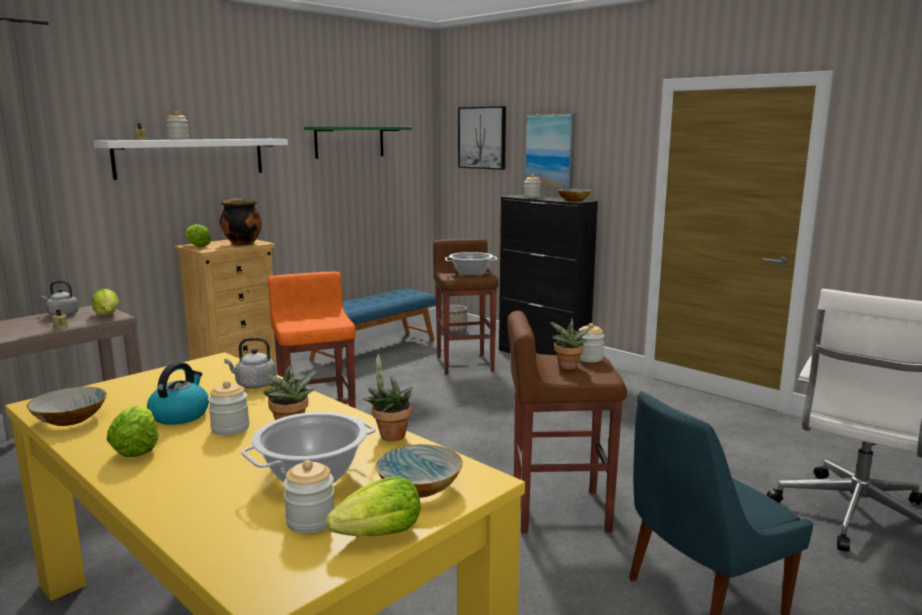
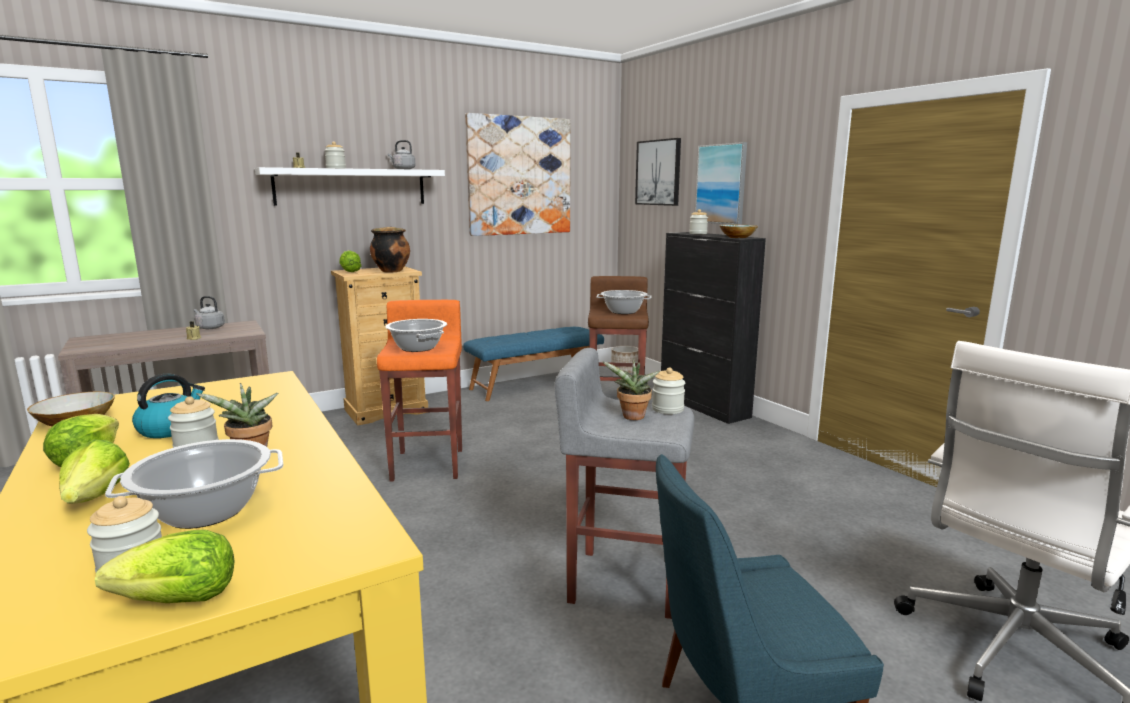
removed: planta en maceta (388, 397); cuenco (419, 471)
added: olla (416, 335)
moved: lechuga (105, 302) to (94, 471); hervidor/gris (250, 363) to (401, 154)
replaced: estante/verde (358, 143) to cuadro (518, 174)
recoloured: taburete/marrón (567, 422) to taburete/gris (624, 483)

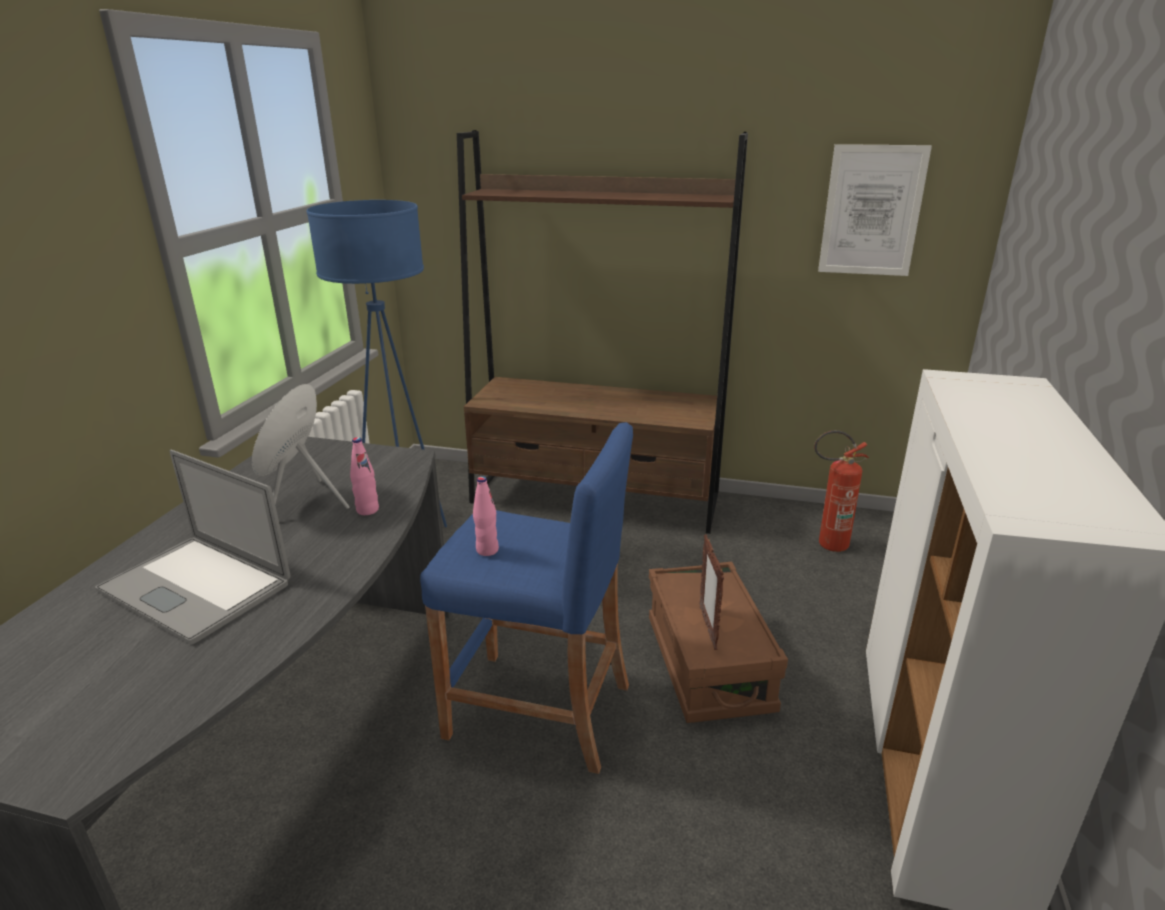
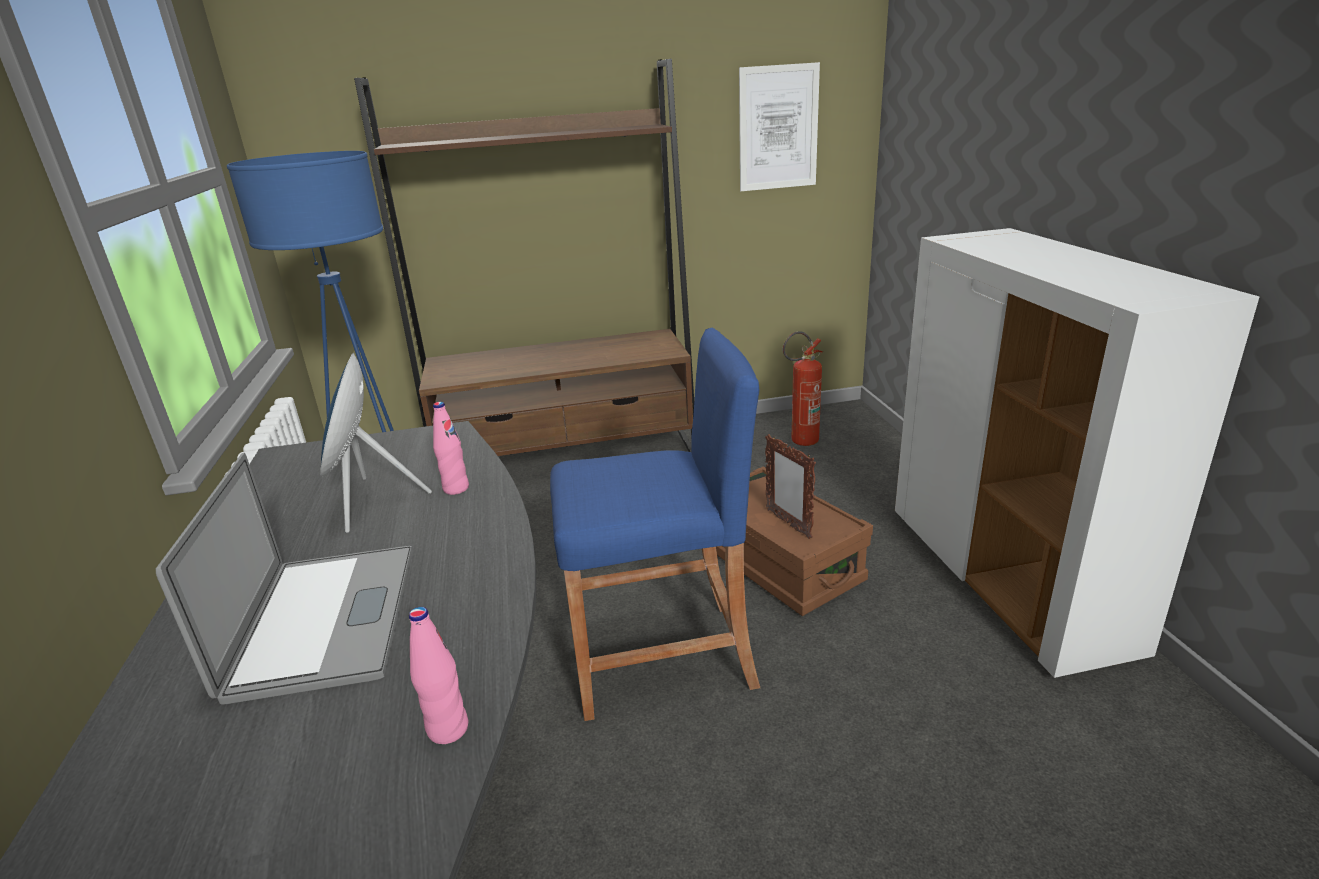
moved: botella/rosa (486, 516) to (438, 675)
turned: portátil (192, 547) = (284, 579) 105 degrees counterclockwise

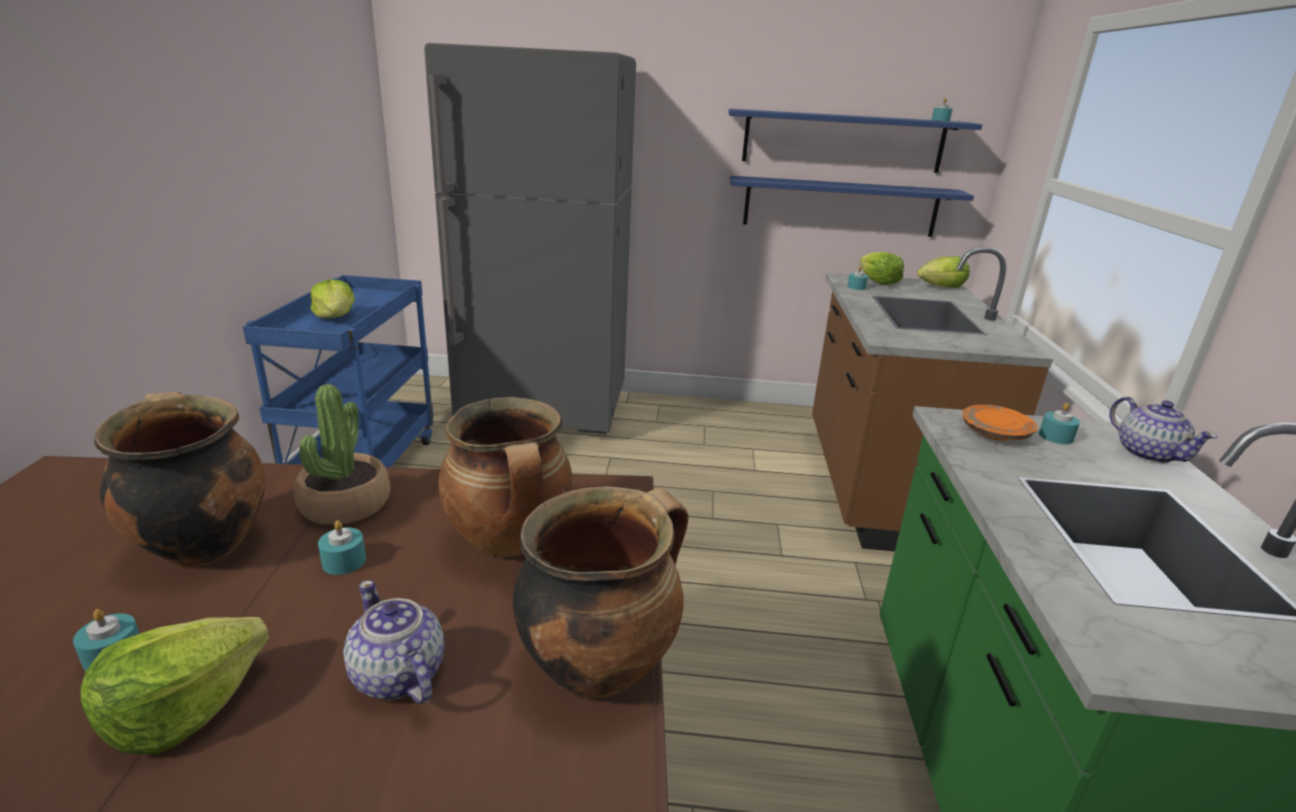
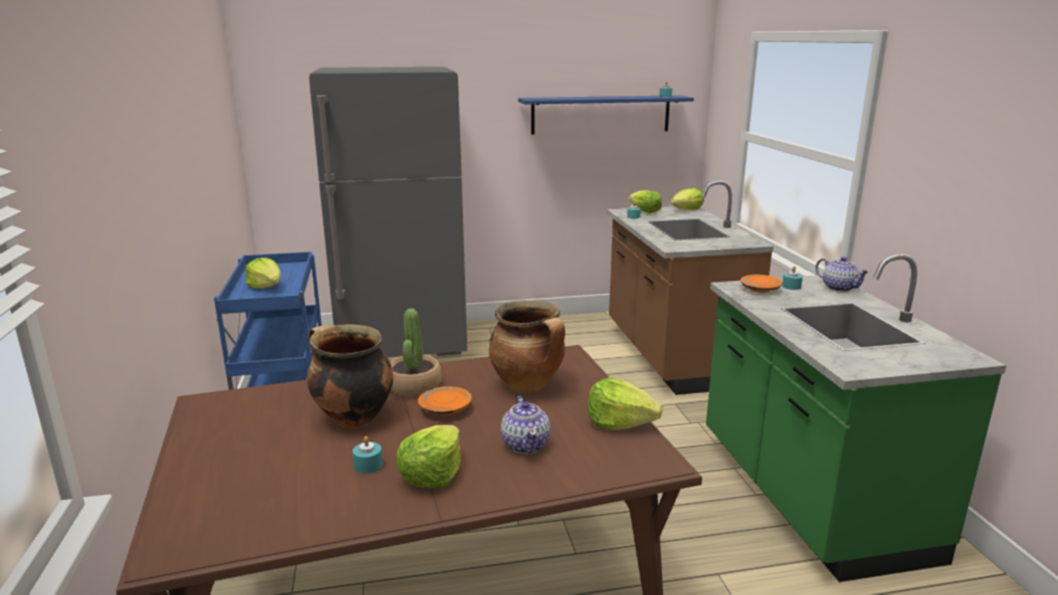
removed: estante/azul (852, 206)
replaced: vela/turquesa (342, 547) to plato/naranja (445, 400); olla (600, 592) to lechuga (625, 403)
turned: tetera (393, 642) = (526, 425) 135 degrees counterclockwise

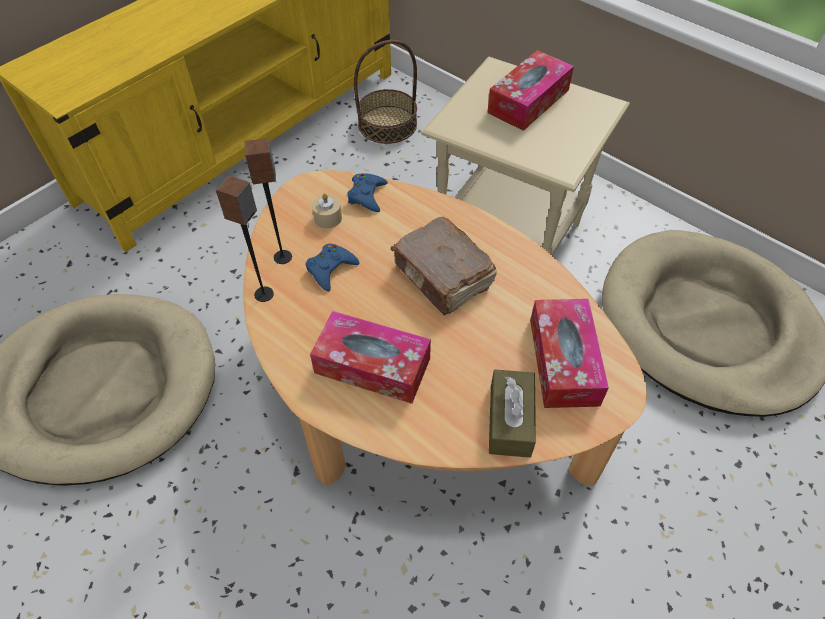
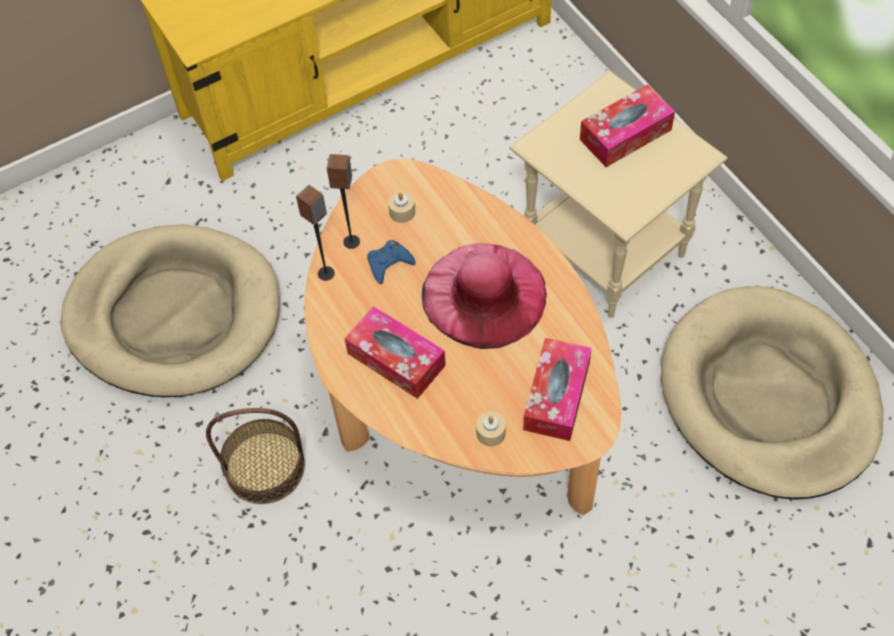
removed: mando de consola/azul (367, 192)
moved: cesta (385, 92) to (255, 456)
replaced: libro/marrón (444, 266) to sombrero/rosa (484, 296); caja de pañuelos/marrón (512, 413) to vela/beis (491, 428)

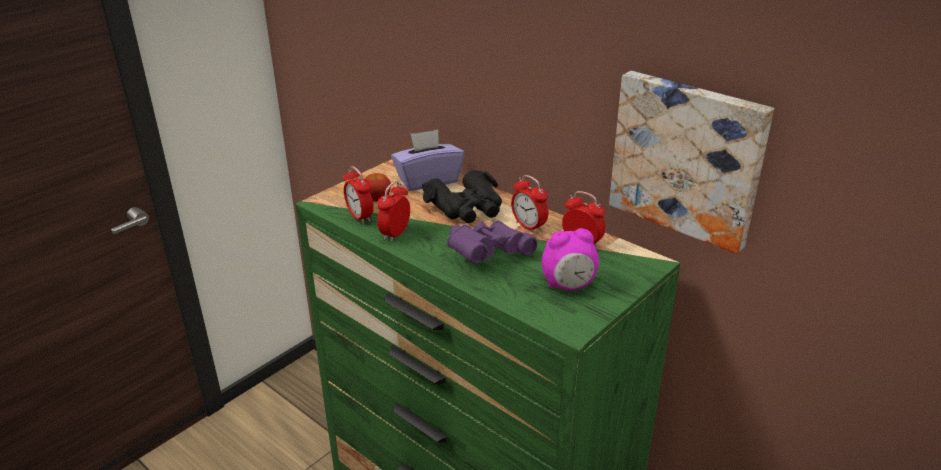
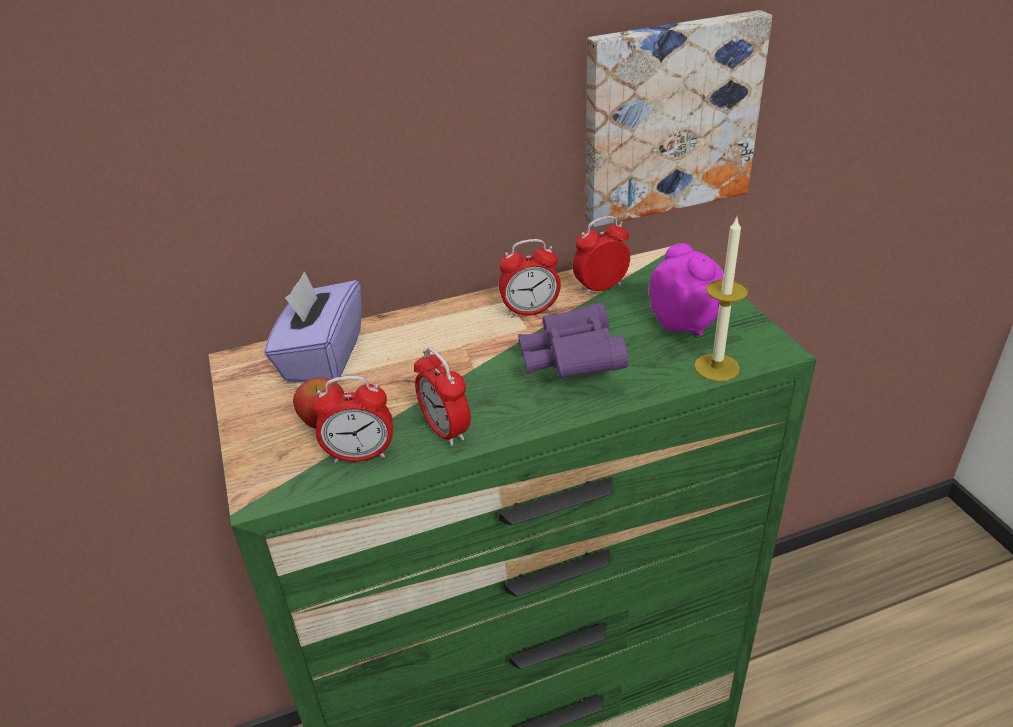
removed: prismáticos/negro (462, 196)
added: vela (721, 298)
turned: despertador (570, 259) = (686, 290) 45 degrees counterclockwise

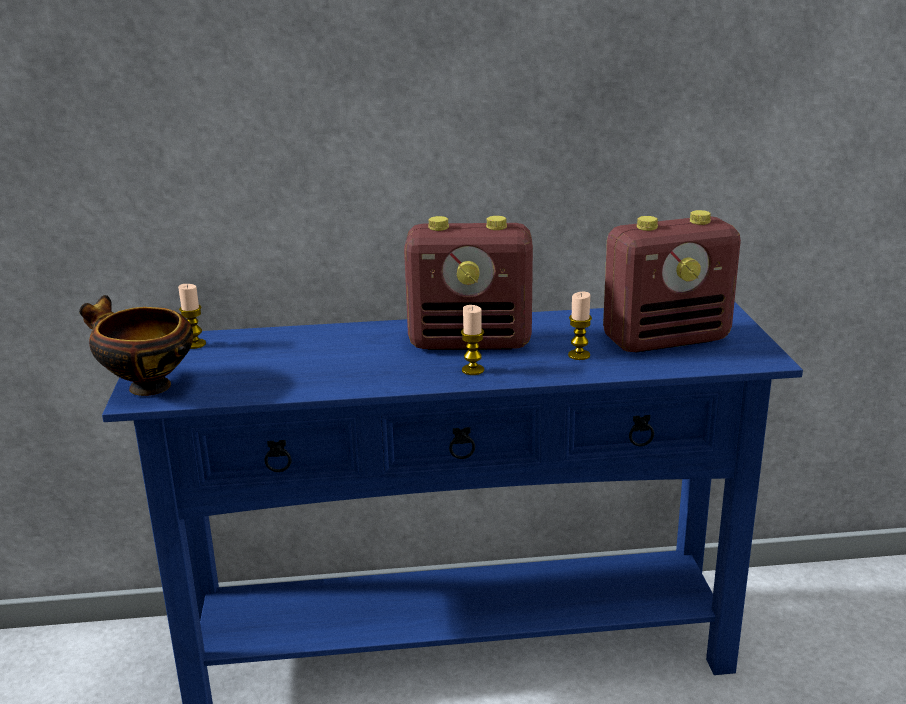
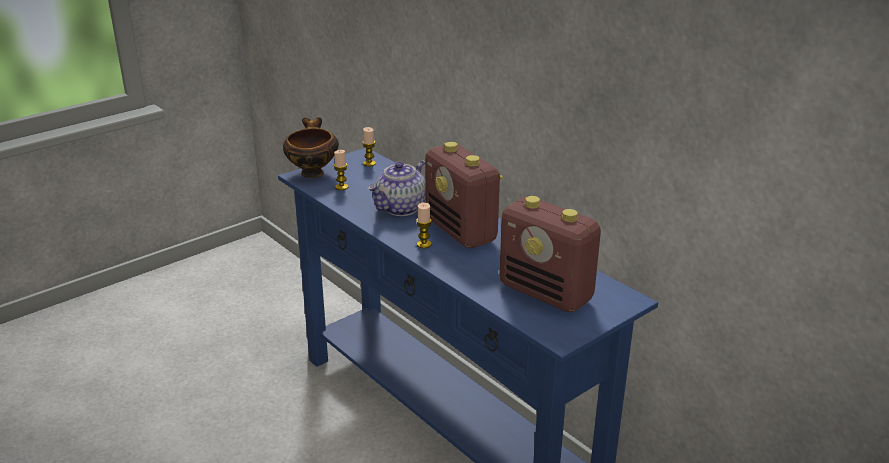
added: tetera (396, 188)
moved: vela (580, 326) to (341, 170)

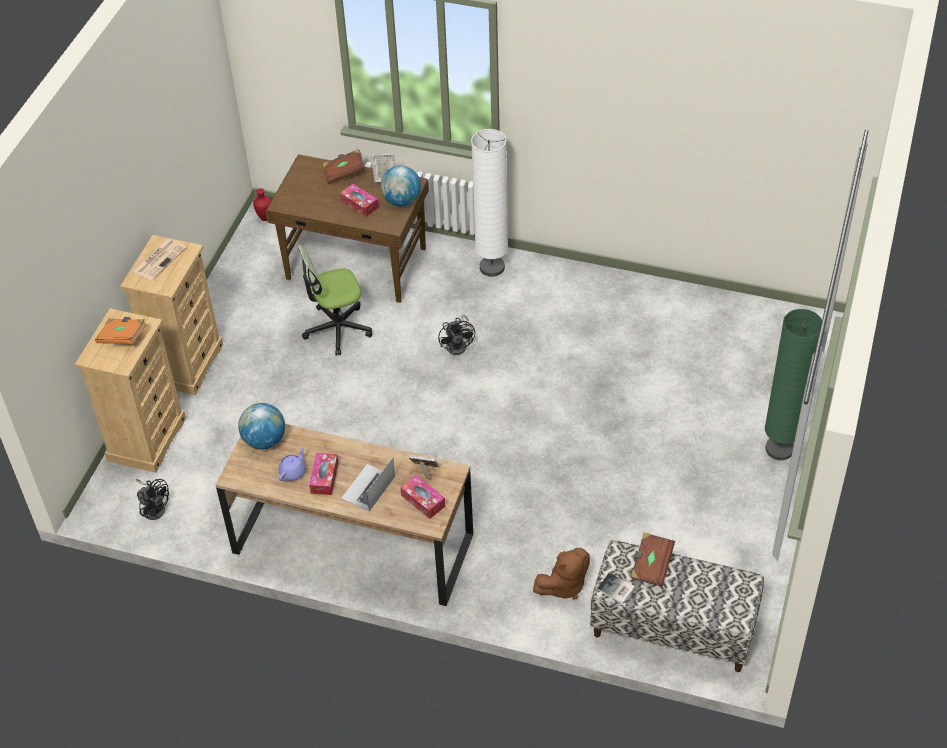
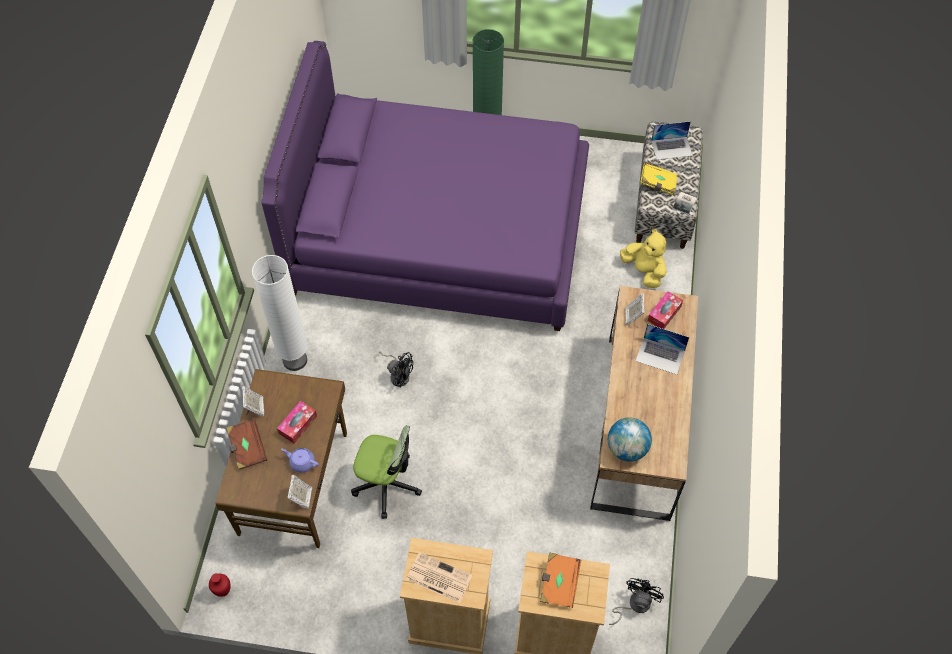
removed: caja de pañuelos (324, 474); globo terráqueo (401, 186)
added: cama/morado (425, 186); portarretratos (300, 492); portátil (672, 140)
moved: tetera/morado (292, 463) to (300, 460)
recoloured: peluche/marrón (561, 574) to peluche/amarillo (643, 258); libro/marrón (653, 559) to libro/amarillo (659, 178)
turned: silla de oficina (334, 300) = (386, 472) 45 degrees counterclockwise; ventilador/negro (456, 335) = (396, 369) 45 degrees clockwise

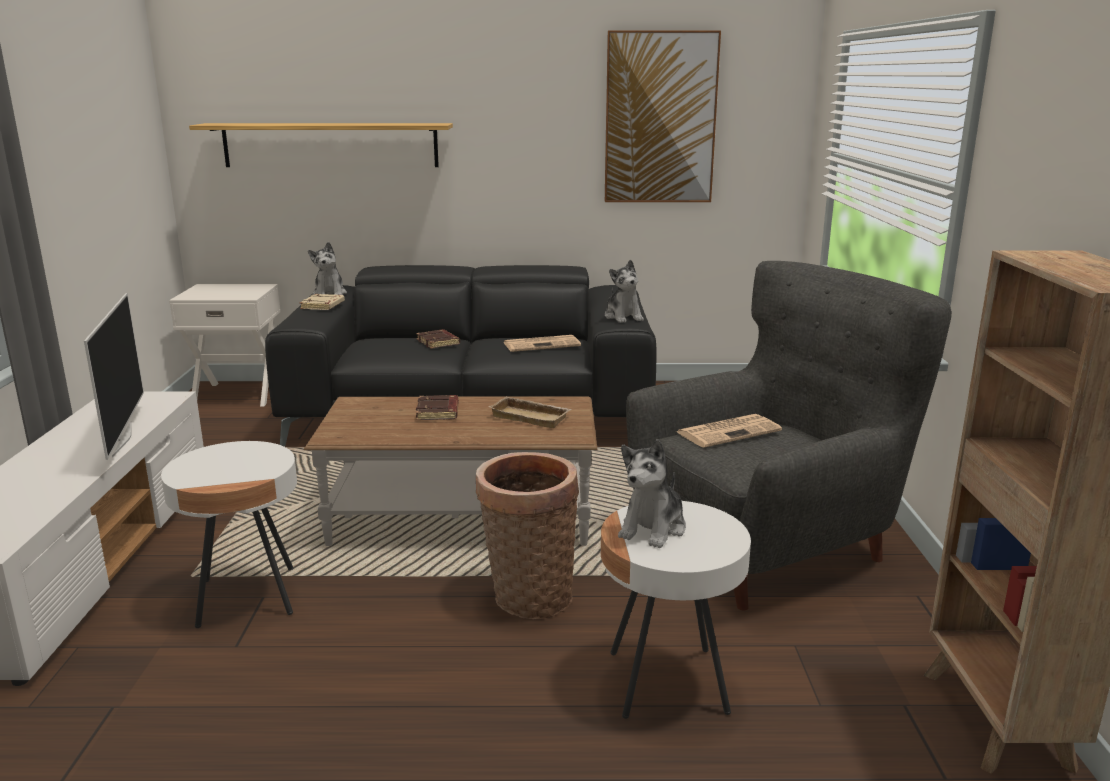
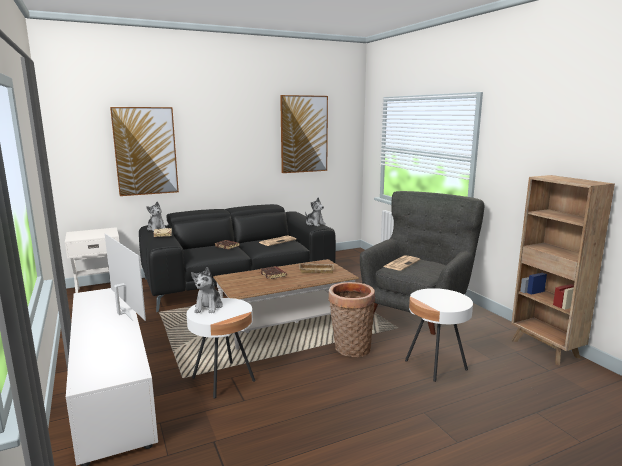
moved: peluche (652, 493) to (207, 290)
replaced: estante (321, 145) to cuadro (144, 151)

